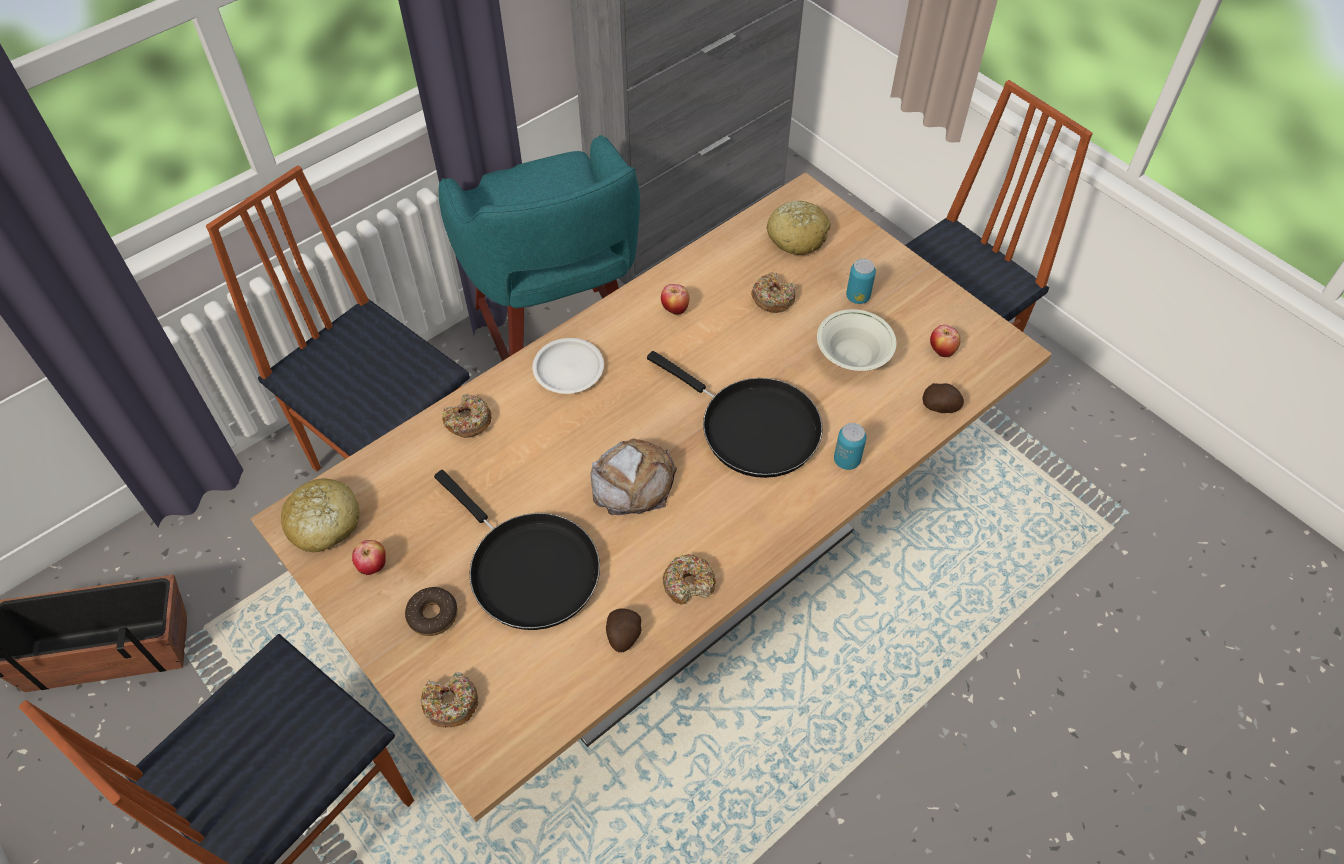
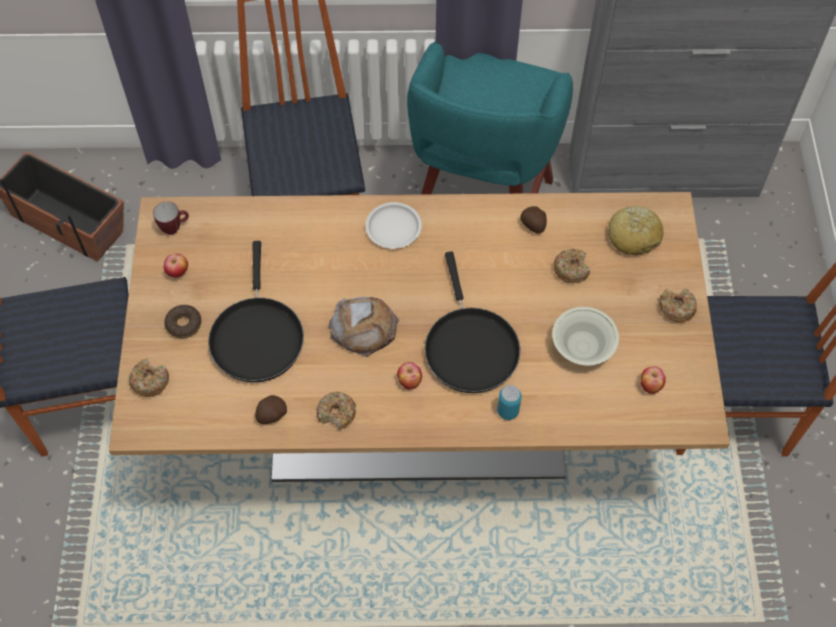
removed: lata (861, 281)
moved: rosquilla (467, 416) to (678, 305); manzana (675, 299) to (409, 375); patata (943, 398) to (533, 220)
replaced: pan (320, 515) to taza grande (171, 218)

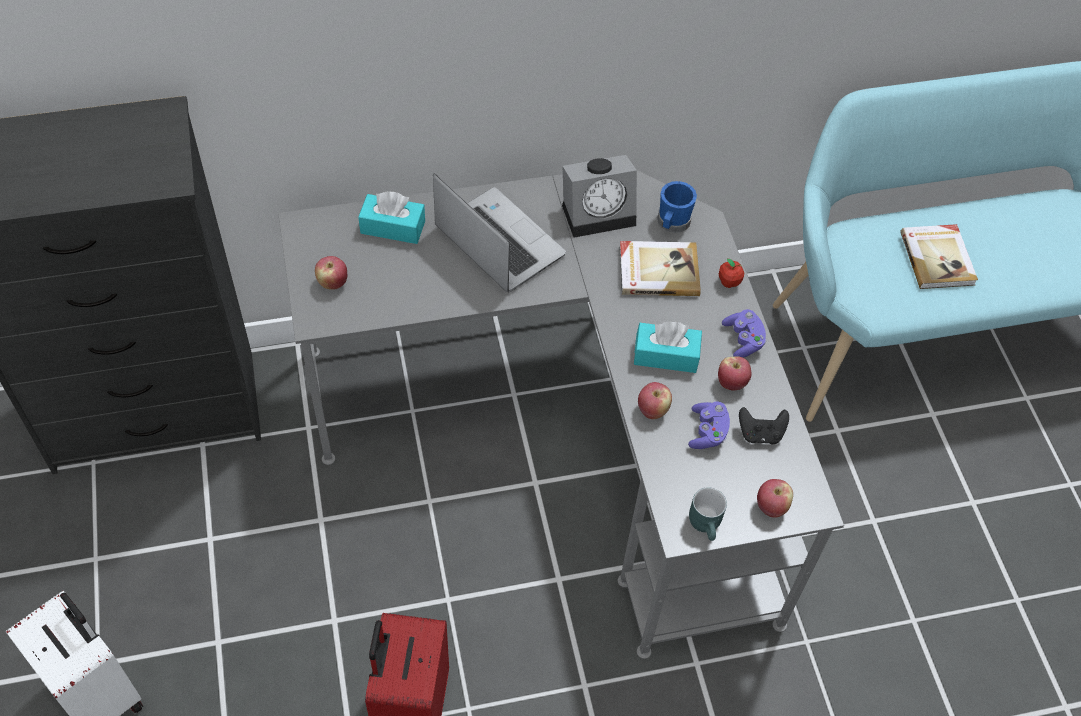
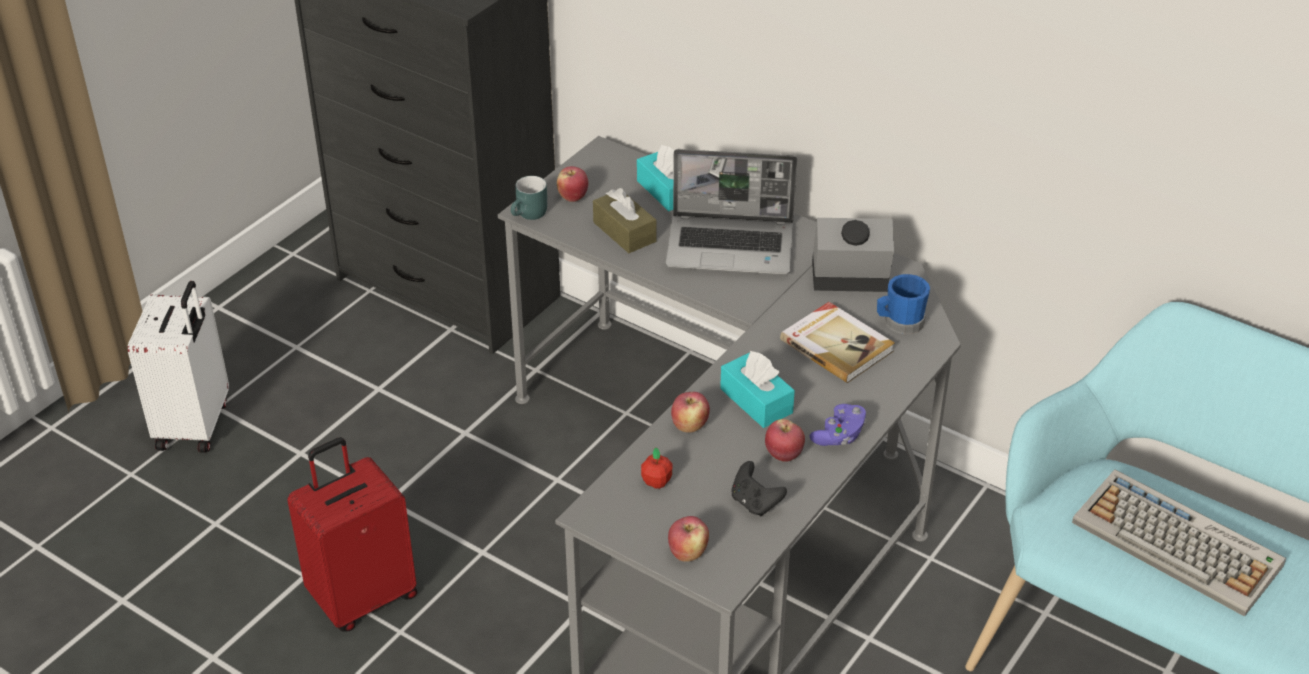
removed: mando de consola/morado (709, 425)
added: caja de pañuelos/marrón (624, 220)
moved: taza grande/turquesa (708, 514) to (529, 198); manzana (732, 273) to (656, 468)
replaced: libro (939, 256) to teclado (1179, 543)
turned: portátil (499, 233) = (731, 211) 90 degrees clockwise; despertador (599, 196) = (853, 255) 150 degrees clockwise

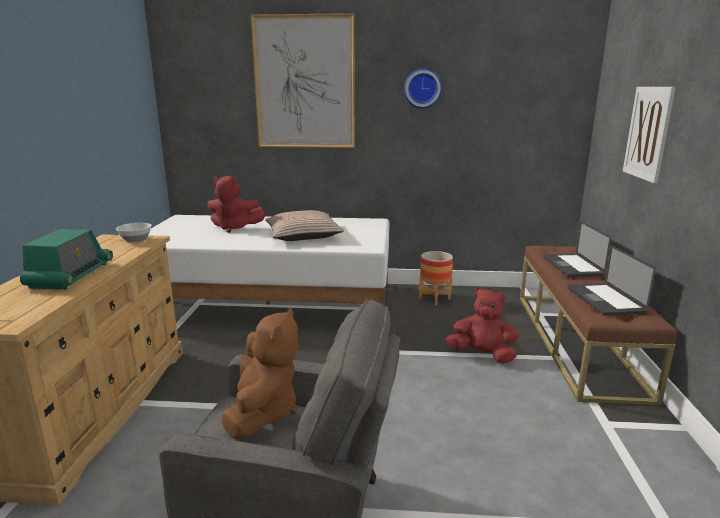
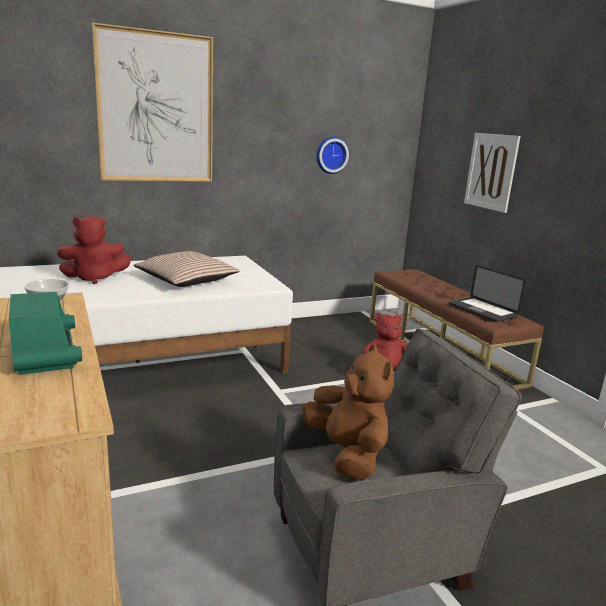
removed: maceta (436, 278); portátil (577, 249)
moved: reloj de pared (423, 88) to (332, 155)

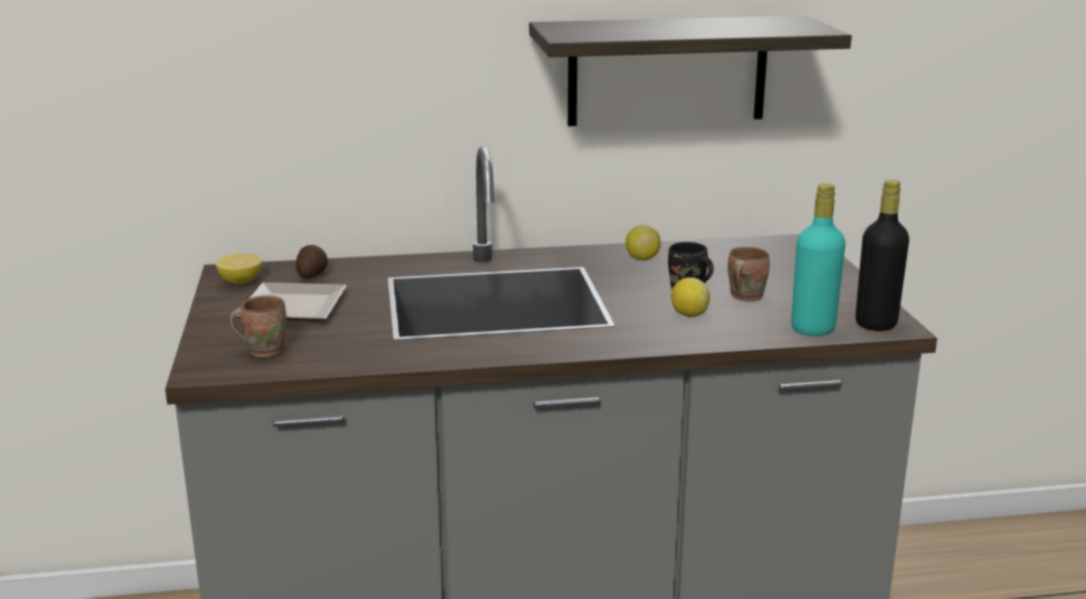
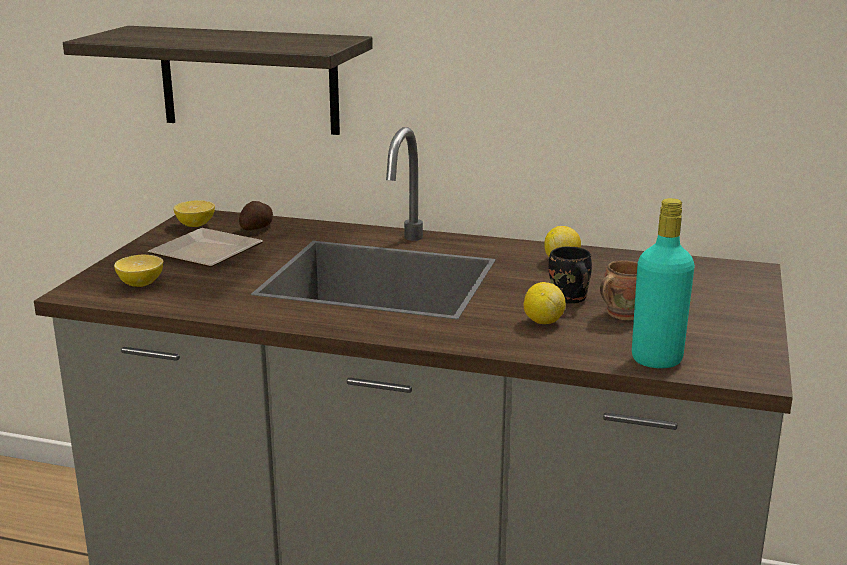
removed: botella/negro (882, 255)
moved: estante (690, 70) to (218, 80)
replaced: taza grande/marrón (258, 326) to limón (138, 271)

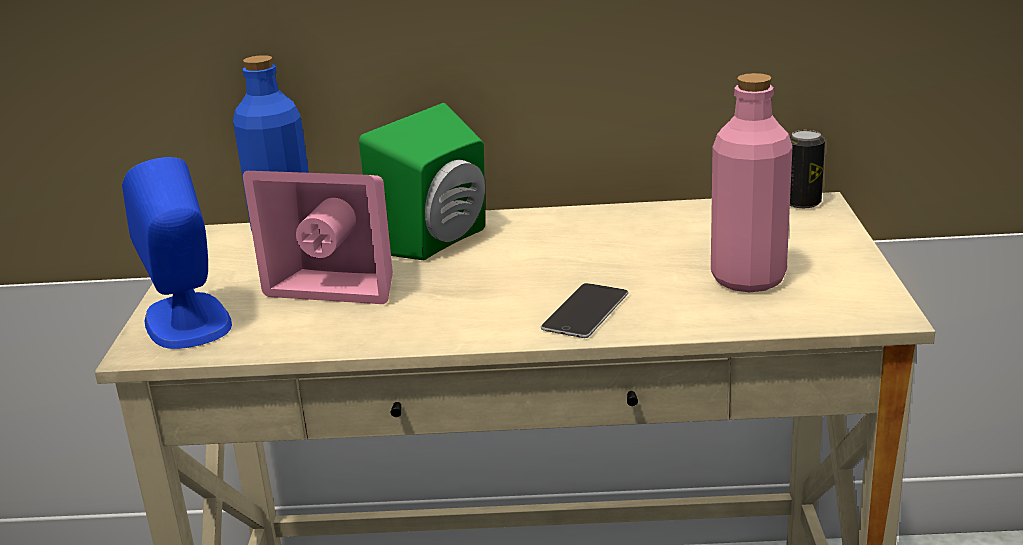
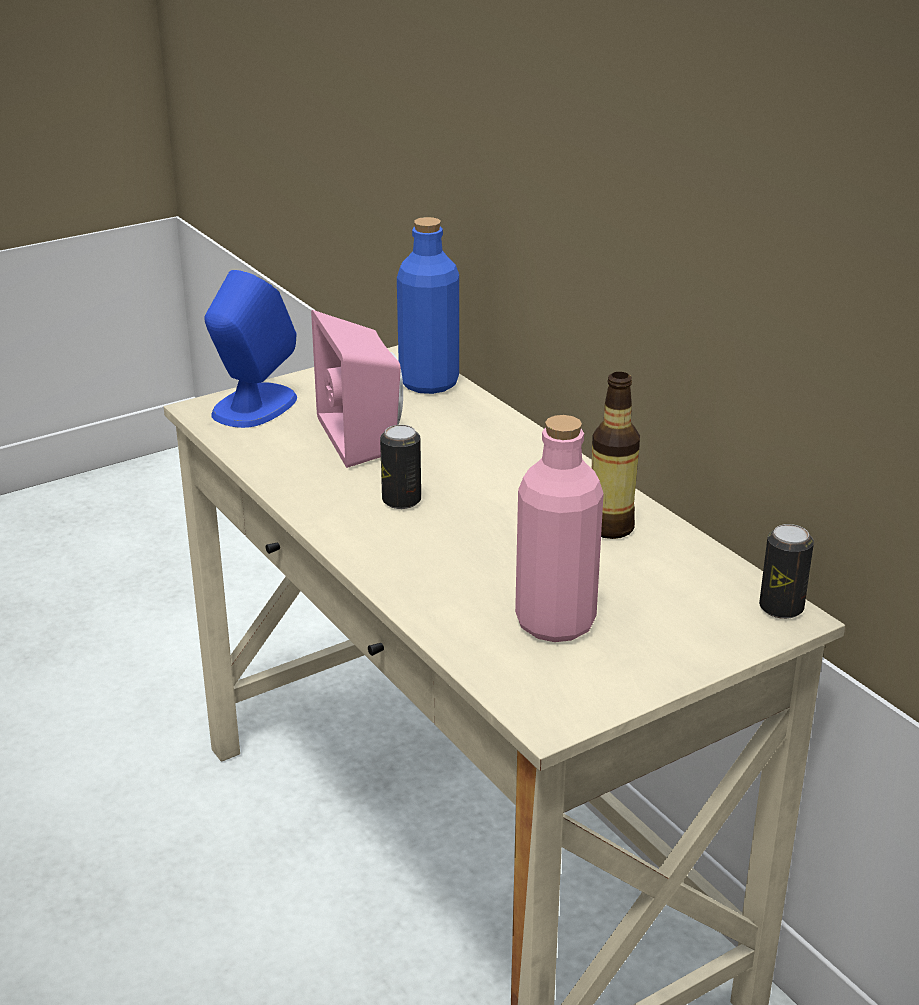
removed: altavoz/verde (422, 181); móvil (584, 310)
added: lata (400, 467); botella (616, 455)

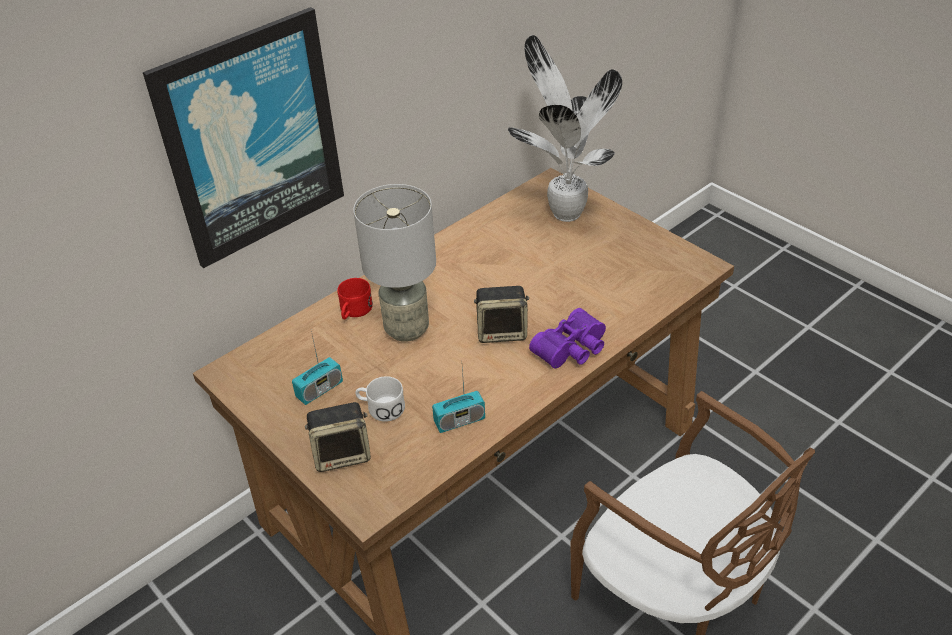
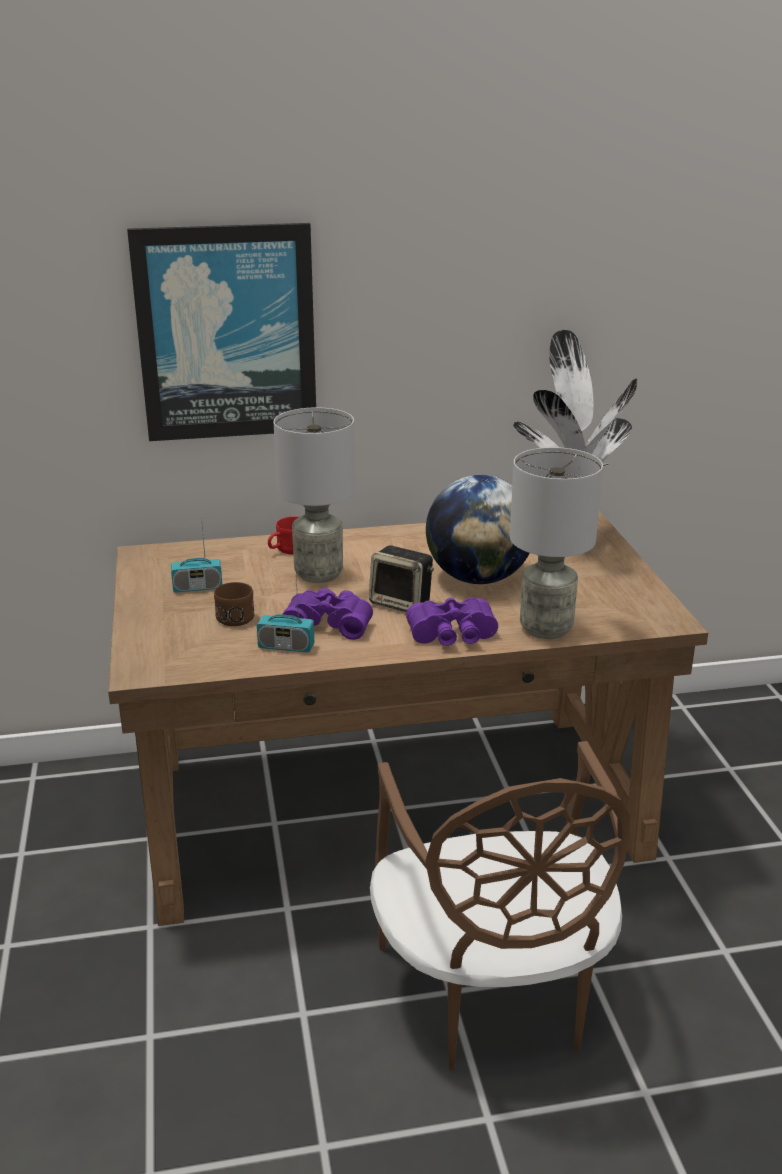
removed: altavoz (338, 437)
added: prismáticos/morado (327, 614); globo terráqueo (477, 529); lámpara de mesa/gris (556, 543)
recoloured: taza grande/blanco (380, 399) to taza grande/marrón (234, 604)

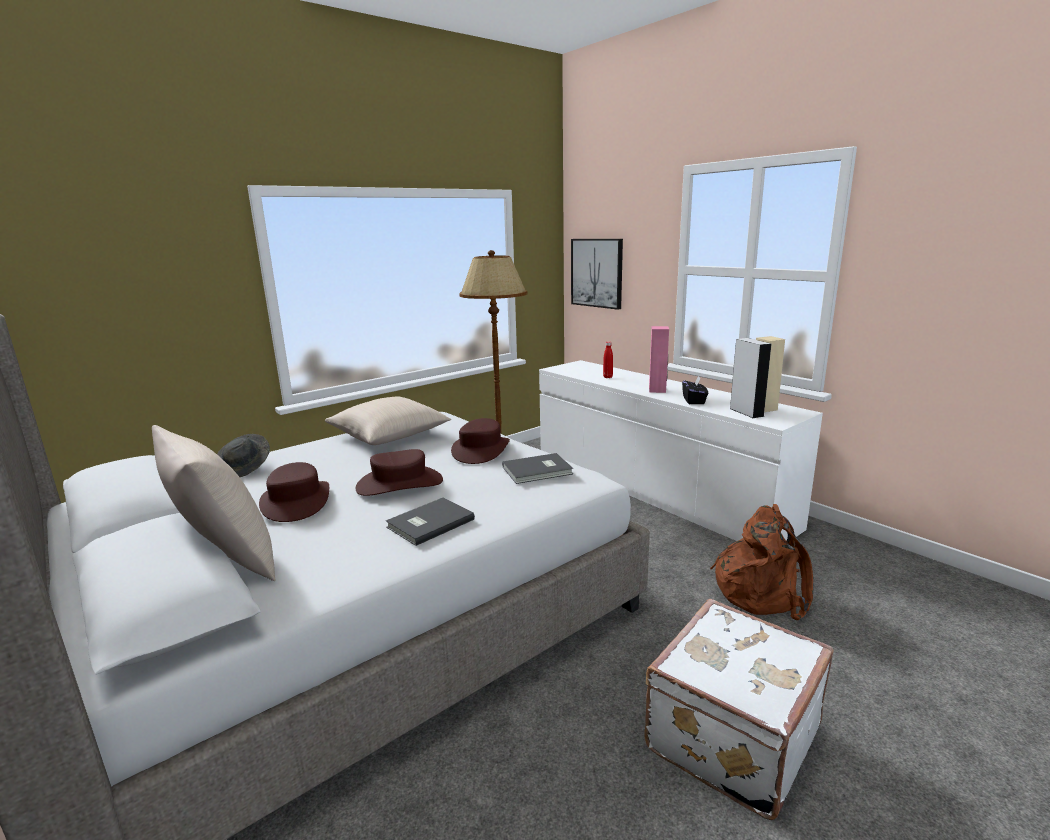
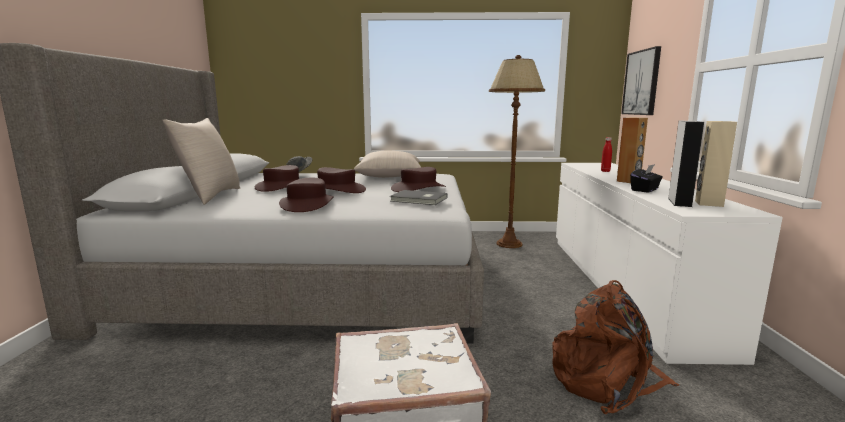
replaced: libro/gris (430, 522) to sombrero/marrón (306, 195)
recoloured: altavoz/rosa (659, 359) to altavoz/marrón (632, 150)

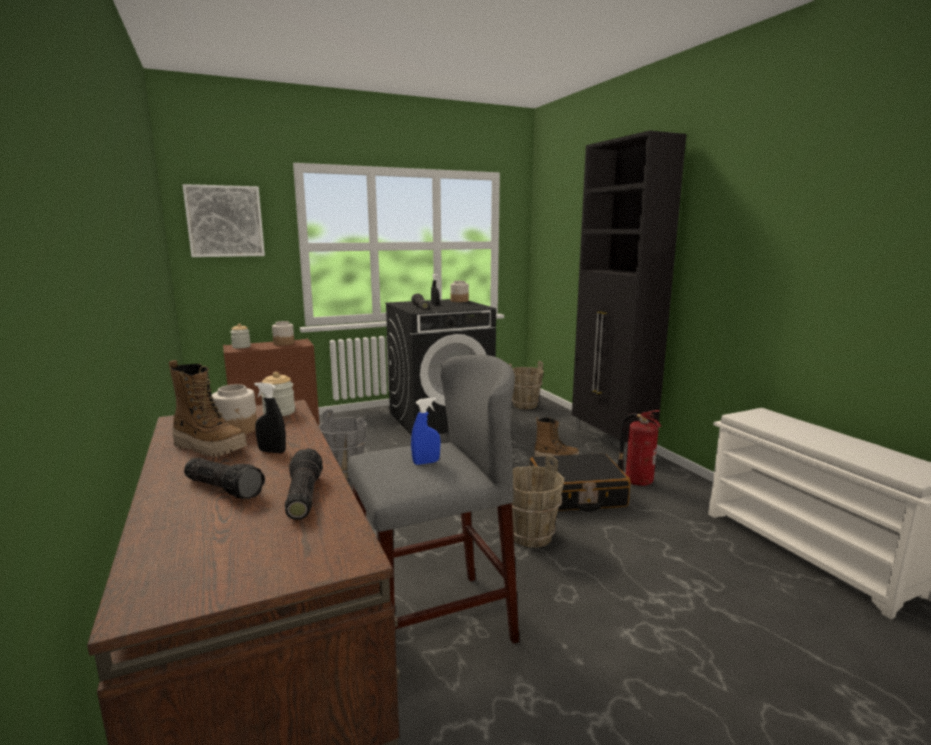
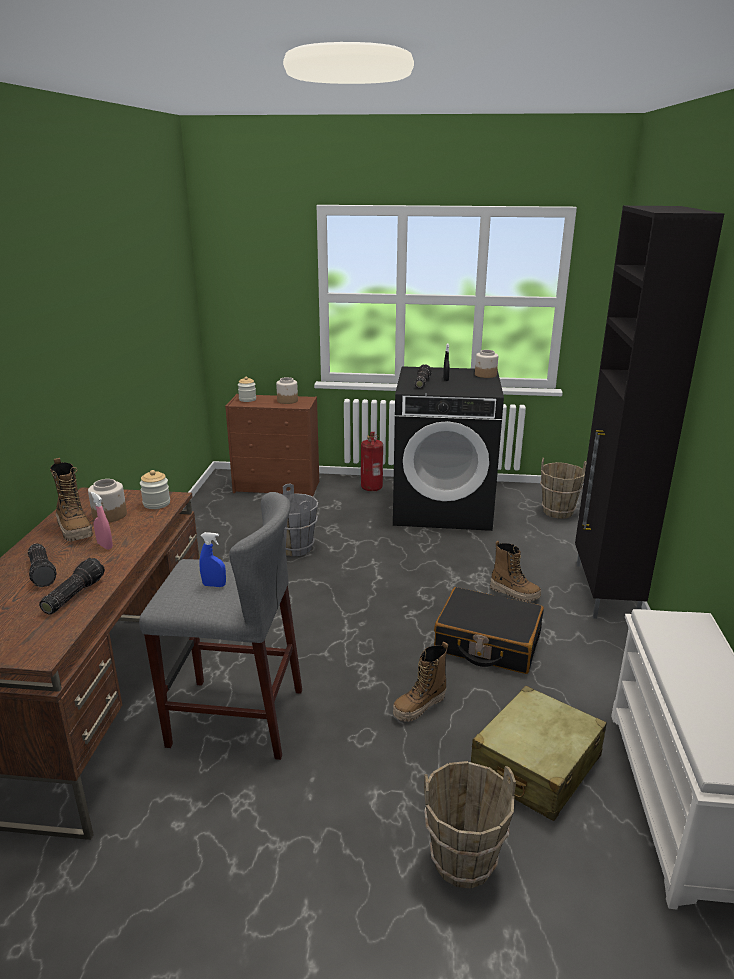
removed: cuadro (223, 220)
added: bota (420, 682); maleta/beis (539, 753)
moved: cubo/marrón (538, 502) to (470, 825); extintor (640, 448) to (372, 461)
recoloured: pulverizador/negro (270, 417) to pulverizador/rosa (102, 521)

